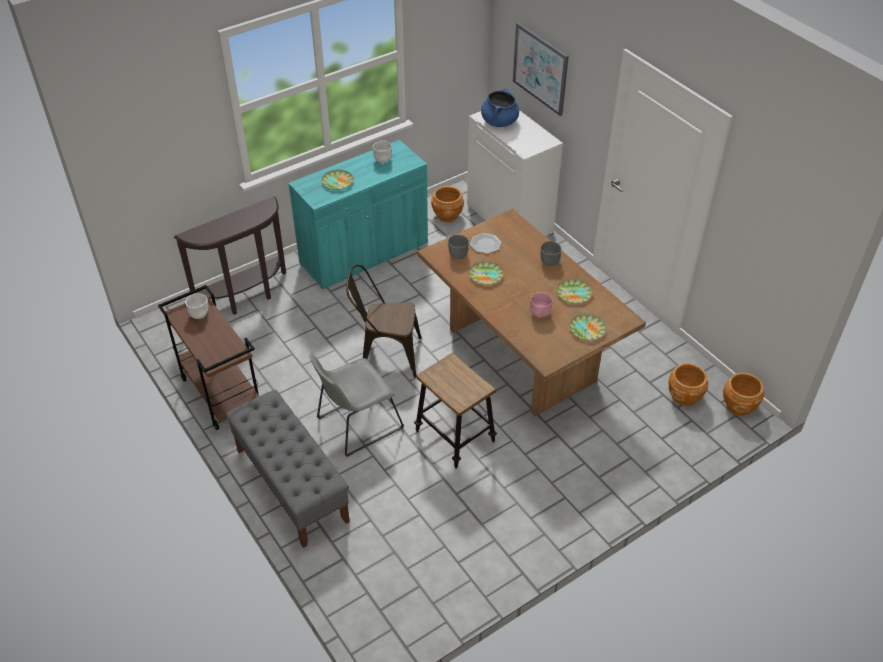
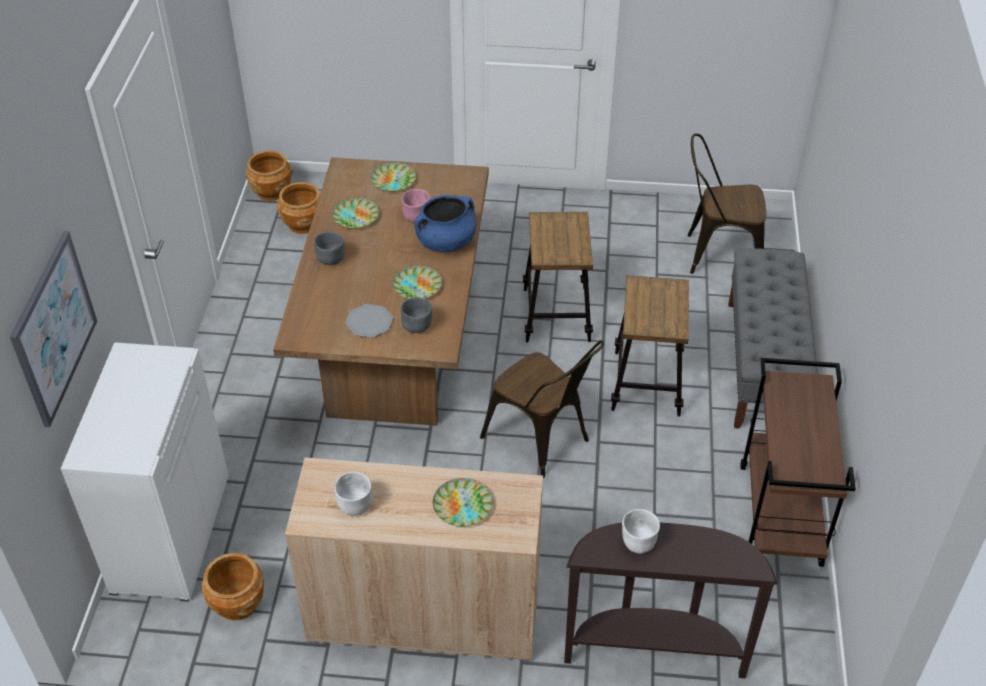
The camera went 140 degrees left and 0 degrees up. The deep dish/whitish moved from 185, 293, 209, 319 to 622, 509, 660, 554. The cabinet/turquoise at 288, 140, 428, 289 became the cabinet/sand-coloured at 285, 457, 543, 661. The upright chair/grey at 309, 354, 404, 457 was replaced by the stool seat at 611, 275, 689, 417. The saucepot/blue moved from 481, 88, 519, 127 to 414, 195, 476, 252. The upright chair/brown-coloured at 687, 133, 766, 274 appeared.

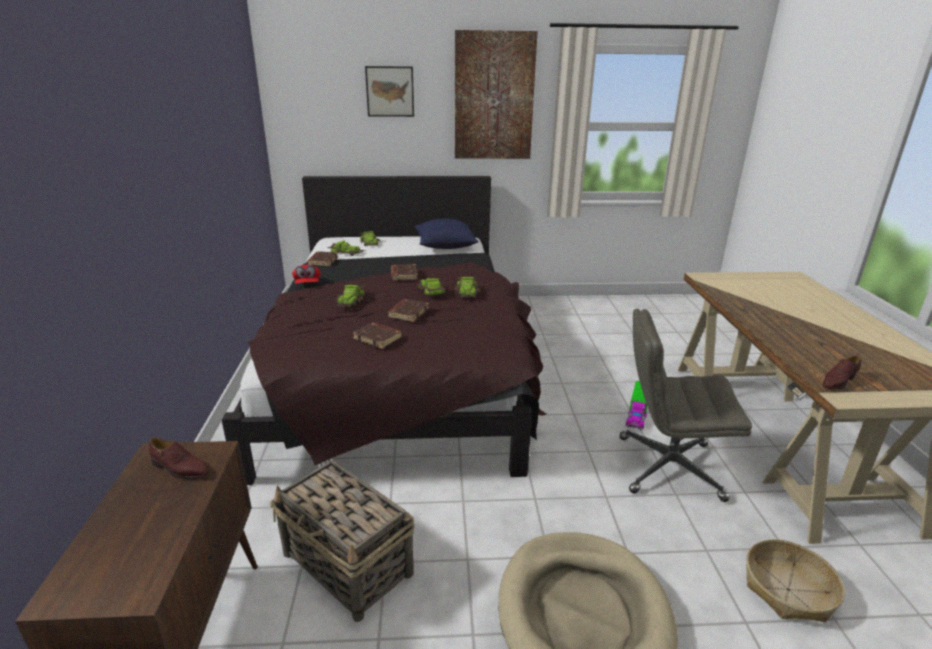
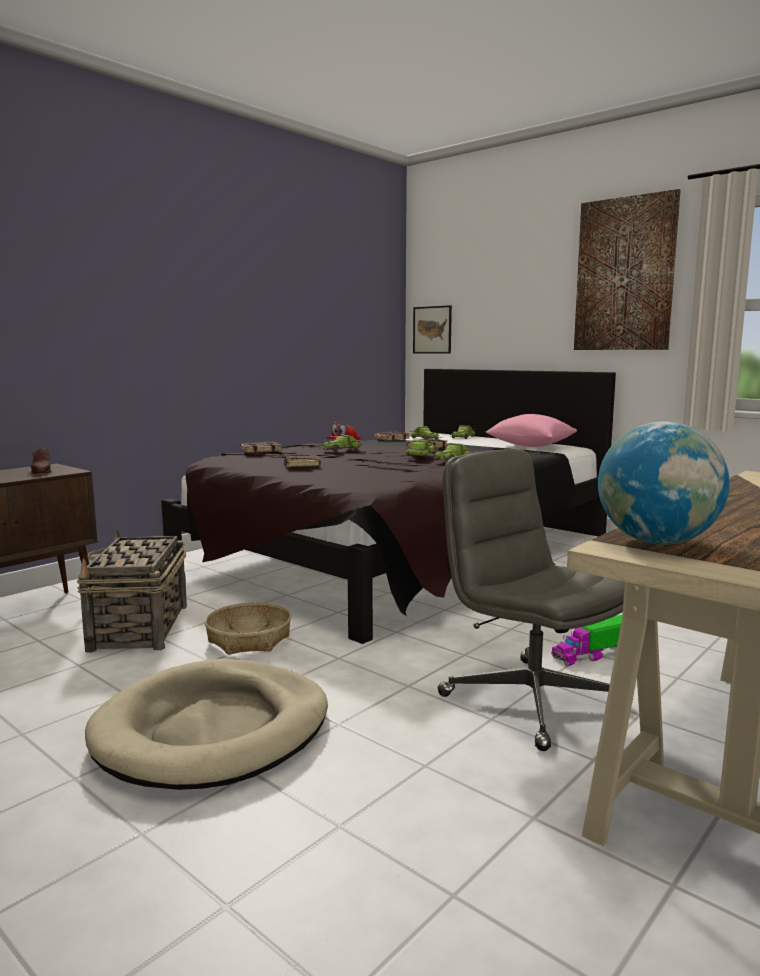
The camera went 45 degrees right and 15 degrees down. The wall picture moved from 365, 66, 414, 117 to 413, 305, 452, 354. The volume/brown-coloured moved from 387, 299, 429, 322 to 241, 442, 282, 453. The pillow/blue at 414, 219, 479, 249 became the pillow/pink-coloured at 485, 414, 577, 447. The storage basket moved from 746, 539, 845, 622 to 205, 602, 291, 655. The low shoe/brown-coloured at 823, 355, 861, 390 was replaced by the world globe at 598, 422, 730, 545.

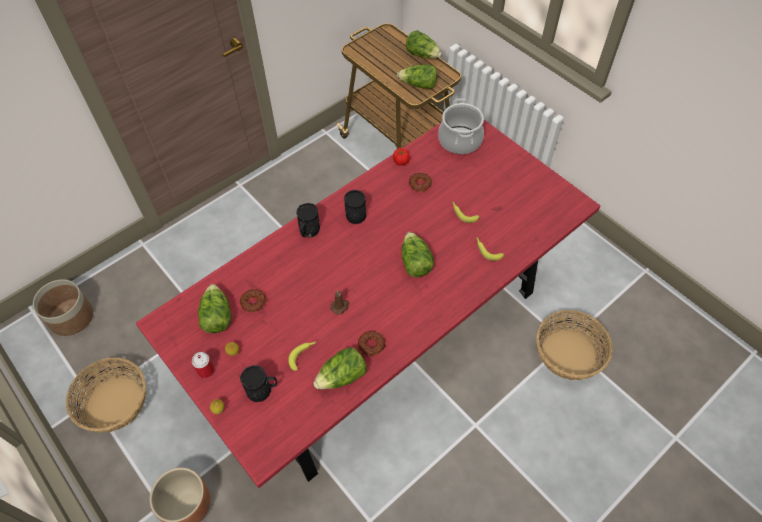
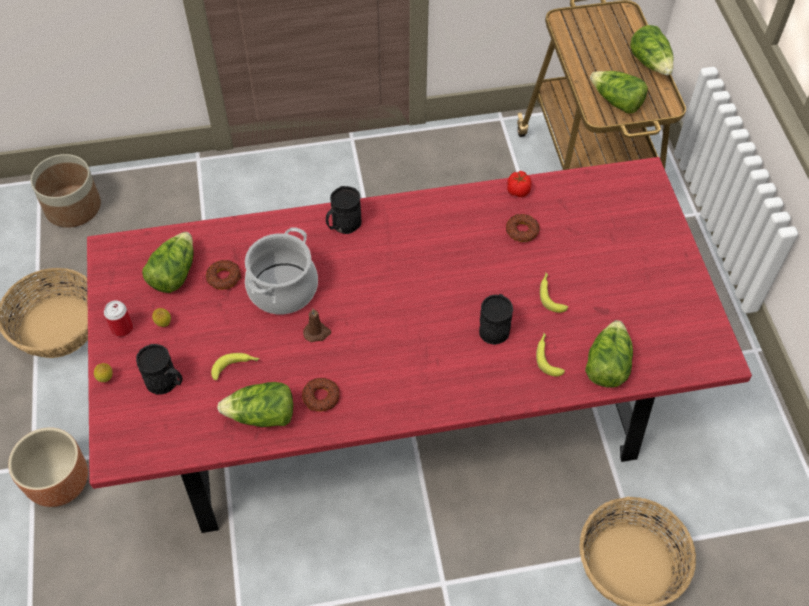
The camera went 30 degrees right and 0 degrees up. The tea mug/blackish moved from 344, 190, 366, 224 to 479, 294, 513, 345. The lettuce head moved from 402, 232, 434, 277 to 585, 320, 633, 388. The saucepot moved from 438, 99, 484, 154 to 245, 227, 318, 314.

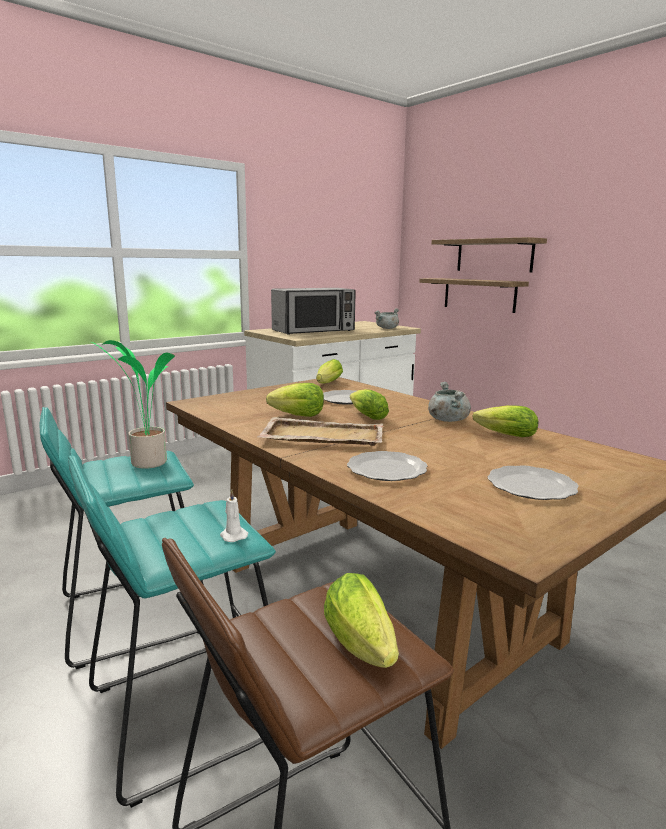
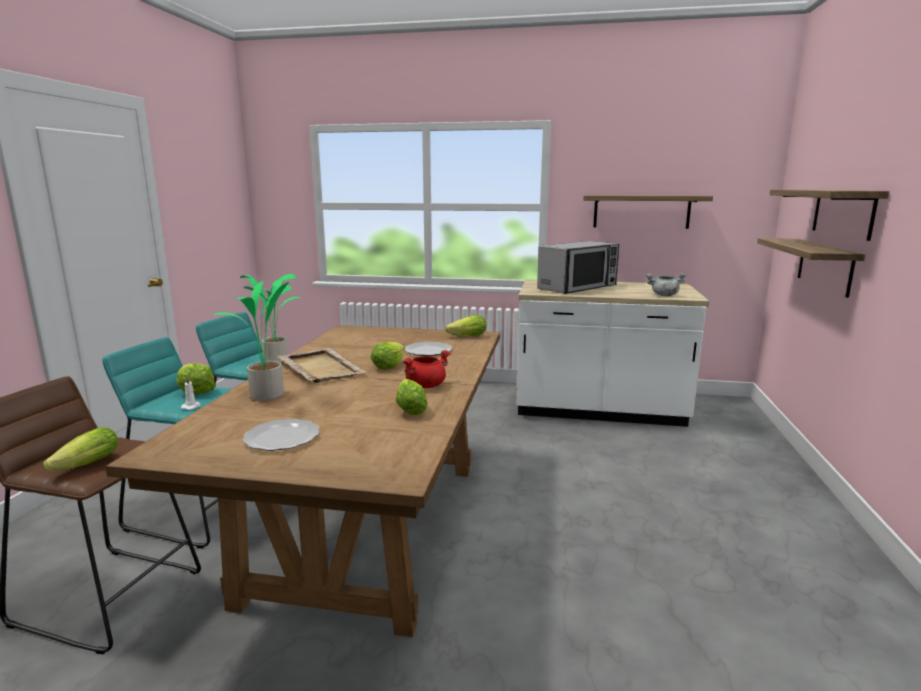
The camera went 50 degrees right and 0 degrees up. The lettuce head moved from 266, 383, 324, 417 to 177, 364, 216, 395. The microwave at 271, 288, 356, 335 turned 60 degrees counterclockwise. The plate at 347, 451, 428, 481 was replaced by the plant in a pot at 214, 274, 296, 401. The saucepot/grey at 428, 382, 471, 422 became the saucepot/red-coloured at 402, 350, 450, 388. The bracket shelf at 583, 195, 713, 229 appeared.

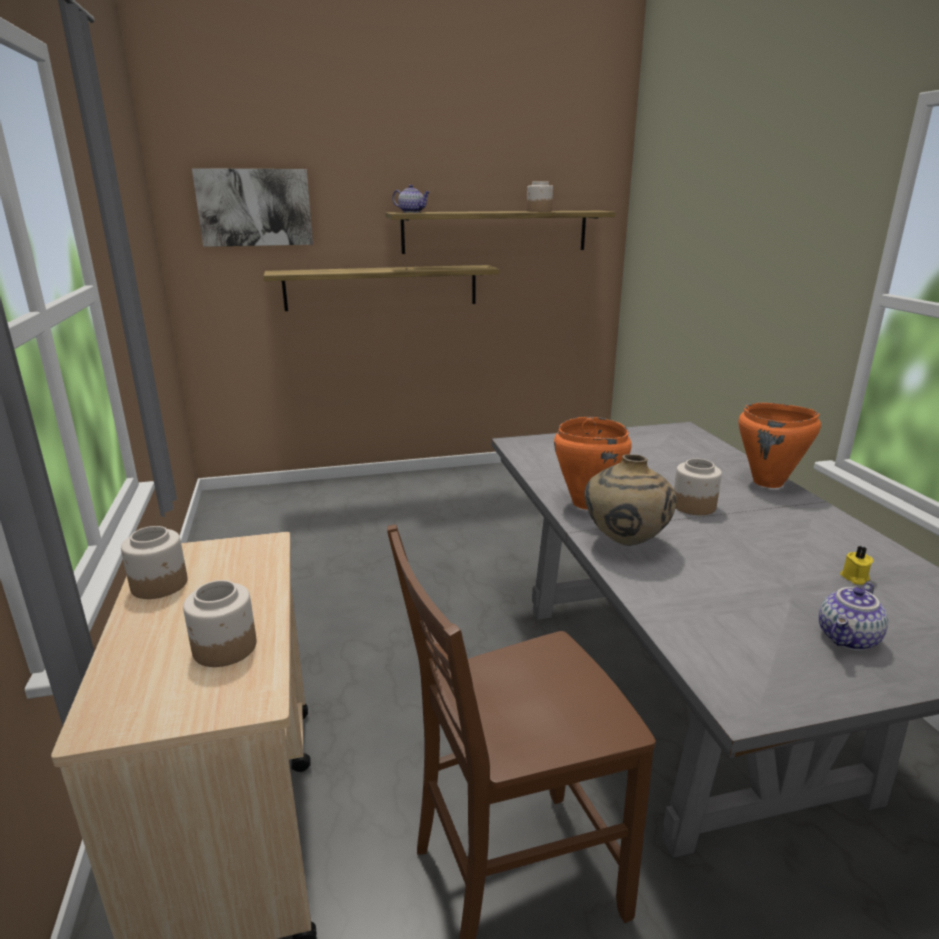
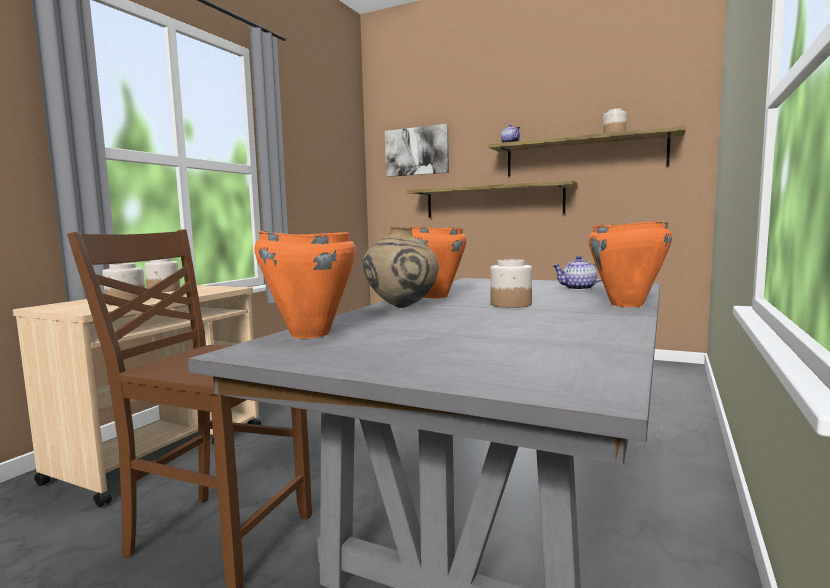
The camera went 40 degrees right and 15 degrees down. The pot for tea moved from 819, 582, 888, 651 to 552, 256, 602, 290. The wax candle/yellow at 840, 546, 874, 585 disappeared. The saucepot/orange at 254, 231, 356, 339 appeared.

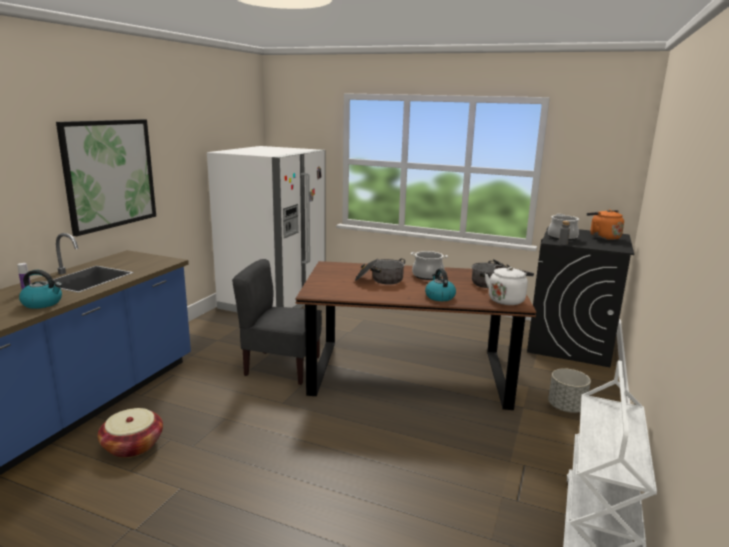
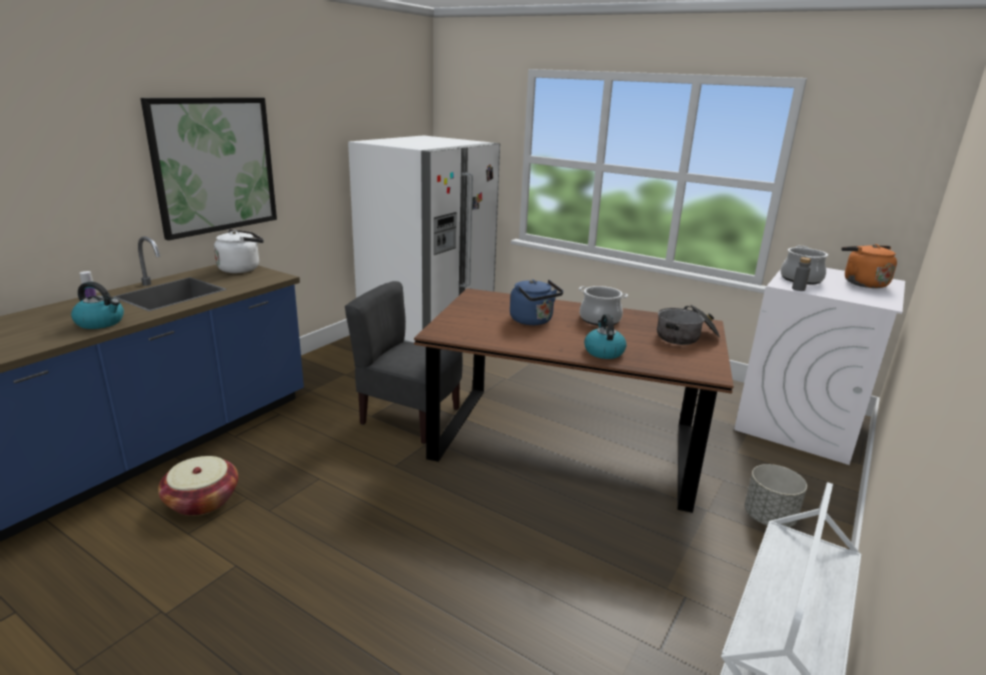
The camera went 10 degrees right and 5 degrees up. The saucepot at 355, 259, 405, 285 was replaced by the kettle/blue at 510, 279, 563, 325. The kettle/whitish moved from 485, 266, 534, 305 to 214, 229, 264, 273. The washing machine/blackish at 527, 226, 634, 367 became the washing machine/whitish at 734, 268, 905, 465.

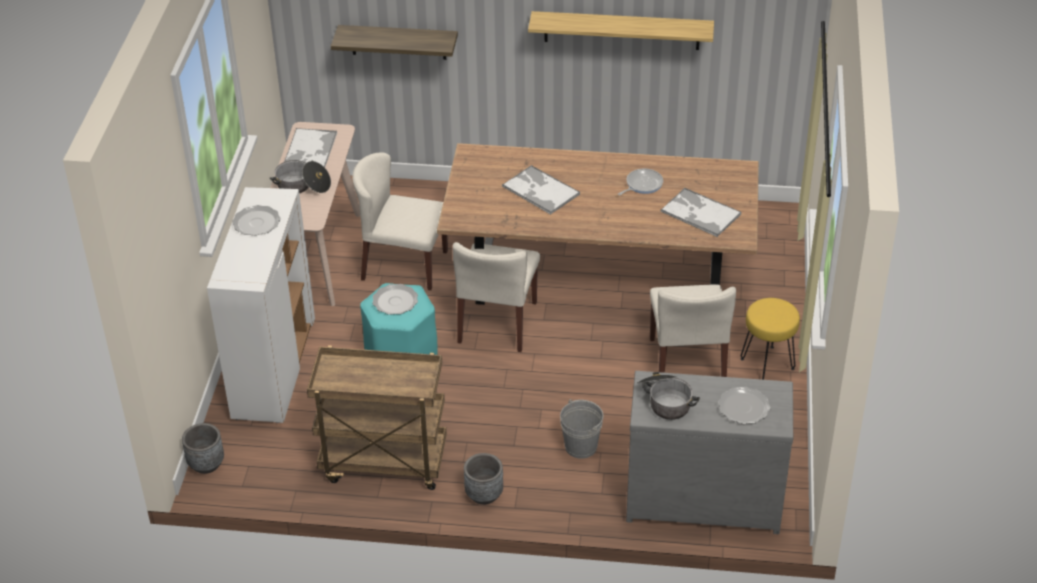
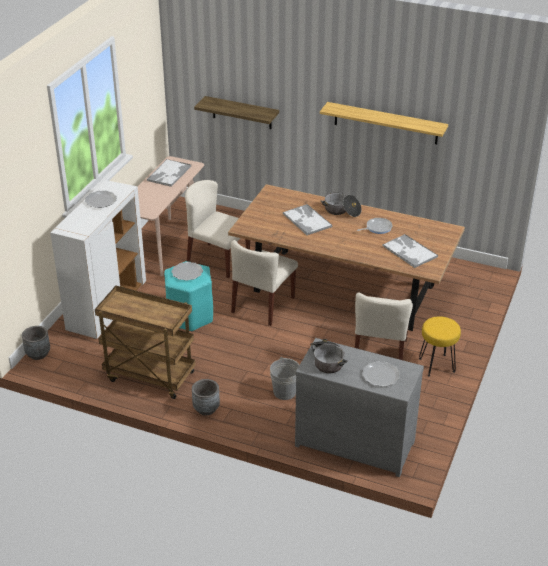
The camera went 15 degrees right and 5 degrees down. The saucepot moved from 270, 160, 331, 193 to 321, 192, 362, 217.

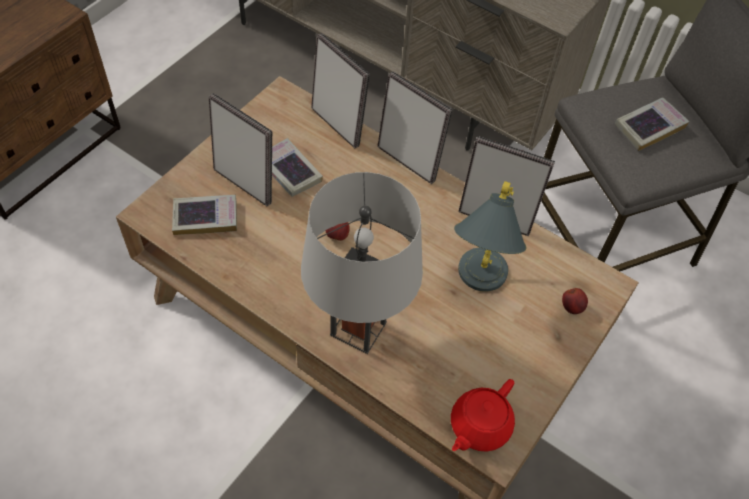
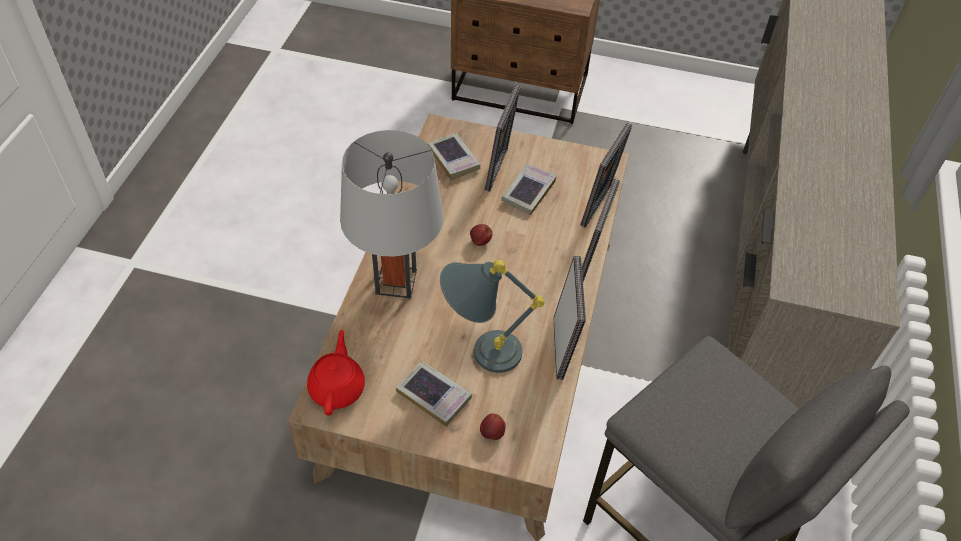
The camera went 70 degrees right and 5 degrees down. The pot for tea/red-coloured at 451, 379, 515, 451 turned 75 degrees clockwise. The volume moved from 615, 97, 690, 151 to 396, 361, 472, 427.

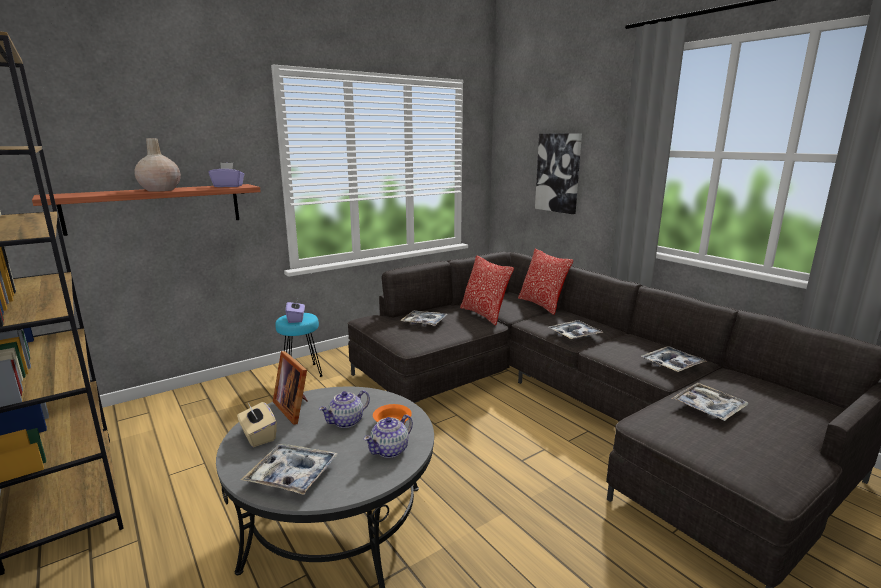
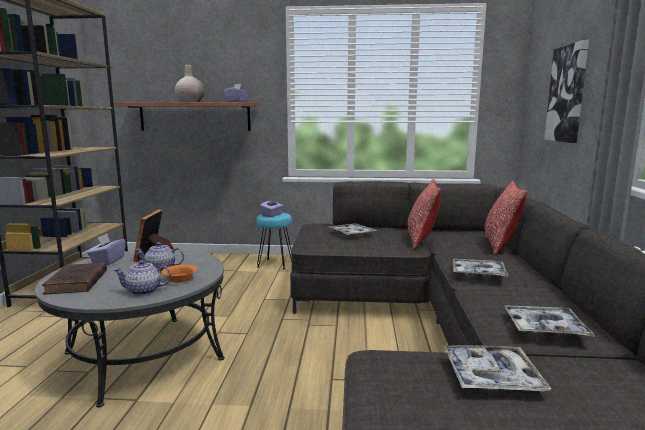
The camera went 40 degrees right and 5 degrees down. The tissue box/sand-coloured at 237, 402, 277, 447 became the tissue box/purplish at 87, 234, 126, 265. The serving tray at 241, 443, 338, 495 was replaced by the volume/brown-coloured at 42, 263, 107, 294.

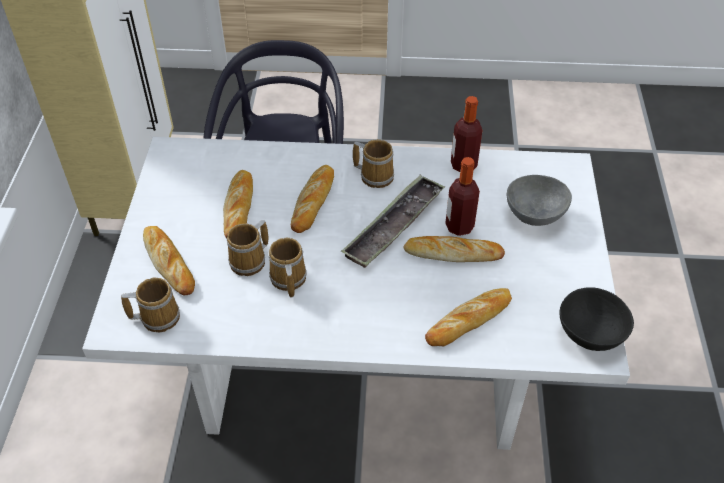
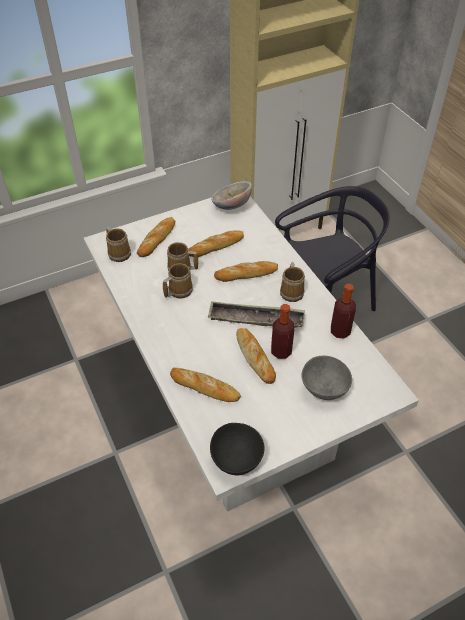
The camera went 60 degrees right and 0 degrees up. The deep dish at 211, 181, 252, 210 appeared.

